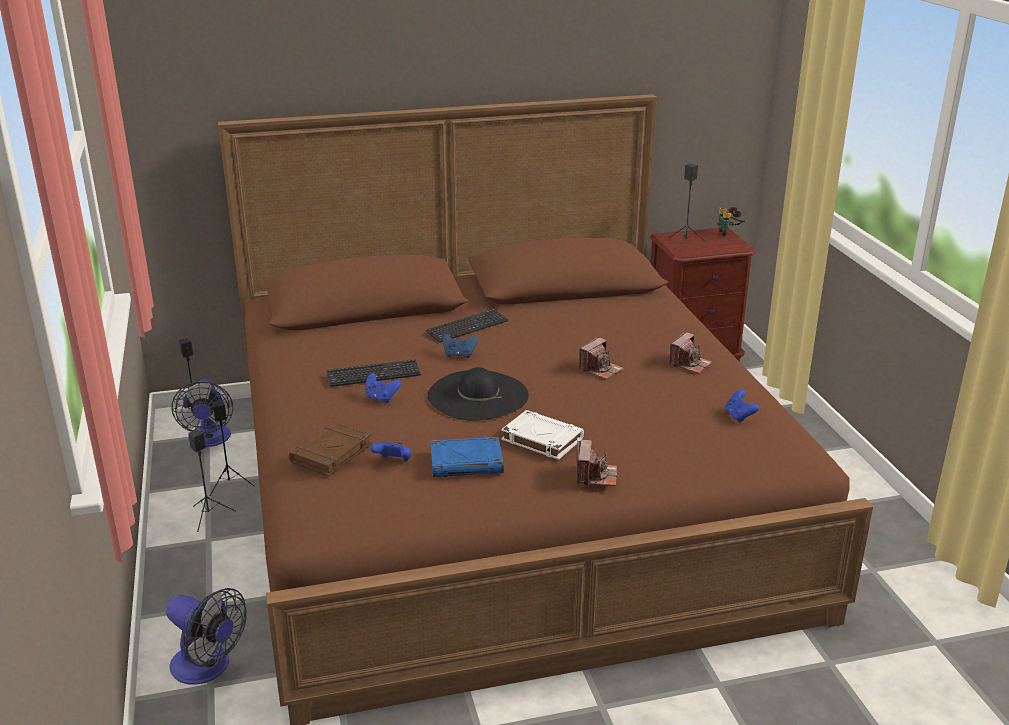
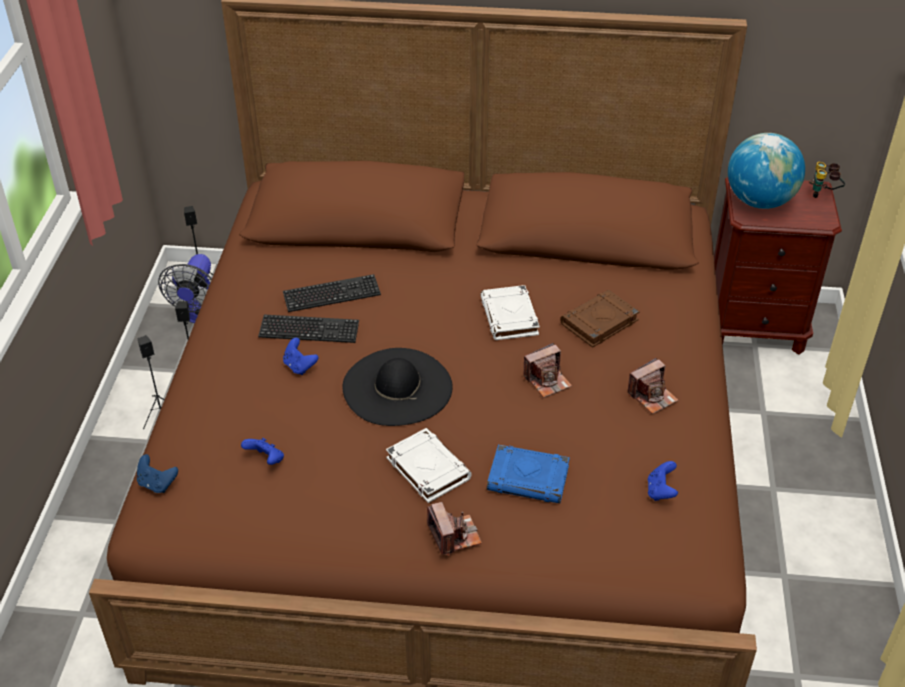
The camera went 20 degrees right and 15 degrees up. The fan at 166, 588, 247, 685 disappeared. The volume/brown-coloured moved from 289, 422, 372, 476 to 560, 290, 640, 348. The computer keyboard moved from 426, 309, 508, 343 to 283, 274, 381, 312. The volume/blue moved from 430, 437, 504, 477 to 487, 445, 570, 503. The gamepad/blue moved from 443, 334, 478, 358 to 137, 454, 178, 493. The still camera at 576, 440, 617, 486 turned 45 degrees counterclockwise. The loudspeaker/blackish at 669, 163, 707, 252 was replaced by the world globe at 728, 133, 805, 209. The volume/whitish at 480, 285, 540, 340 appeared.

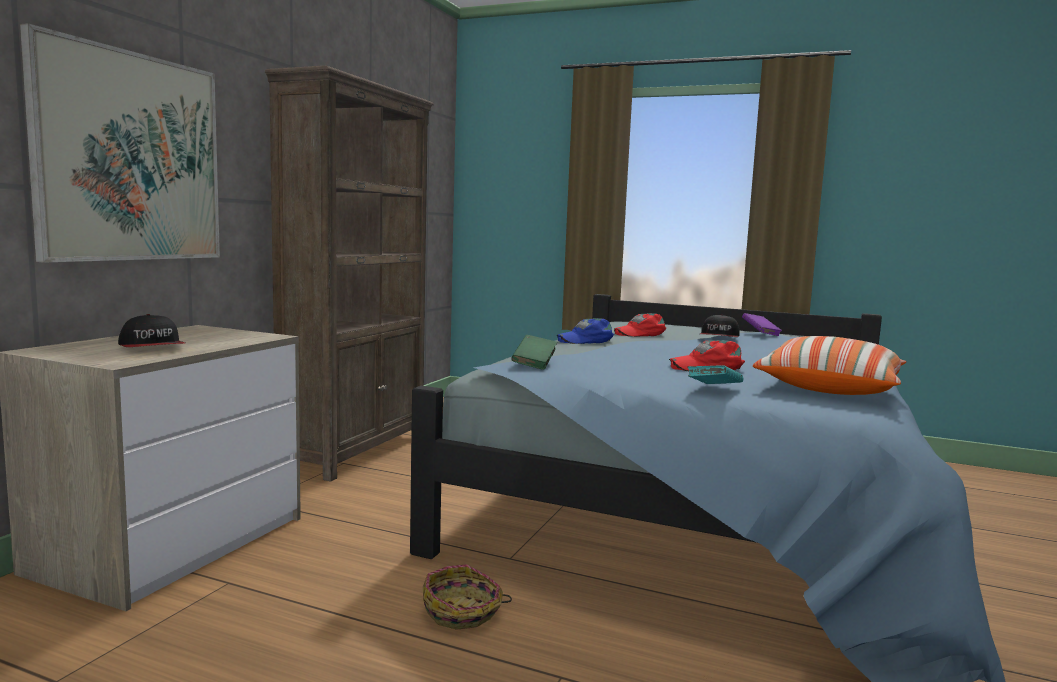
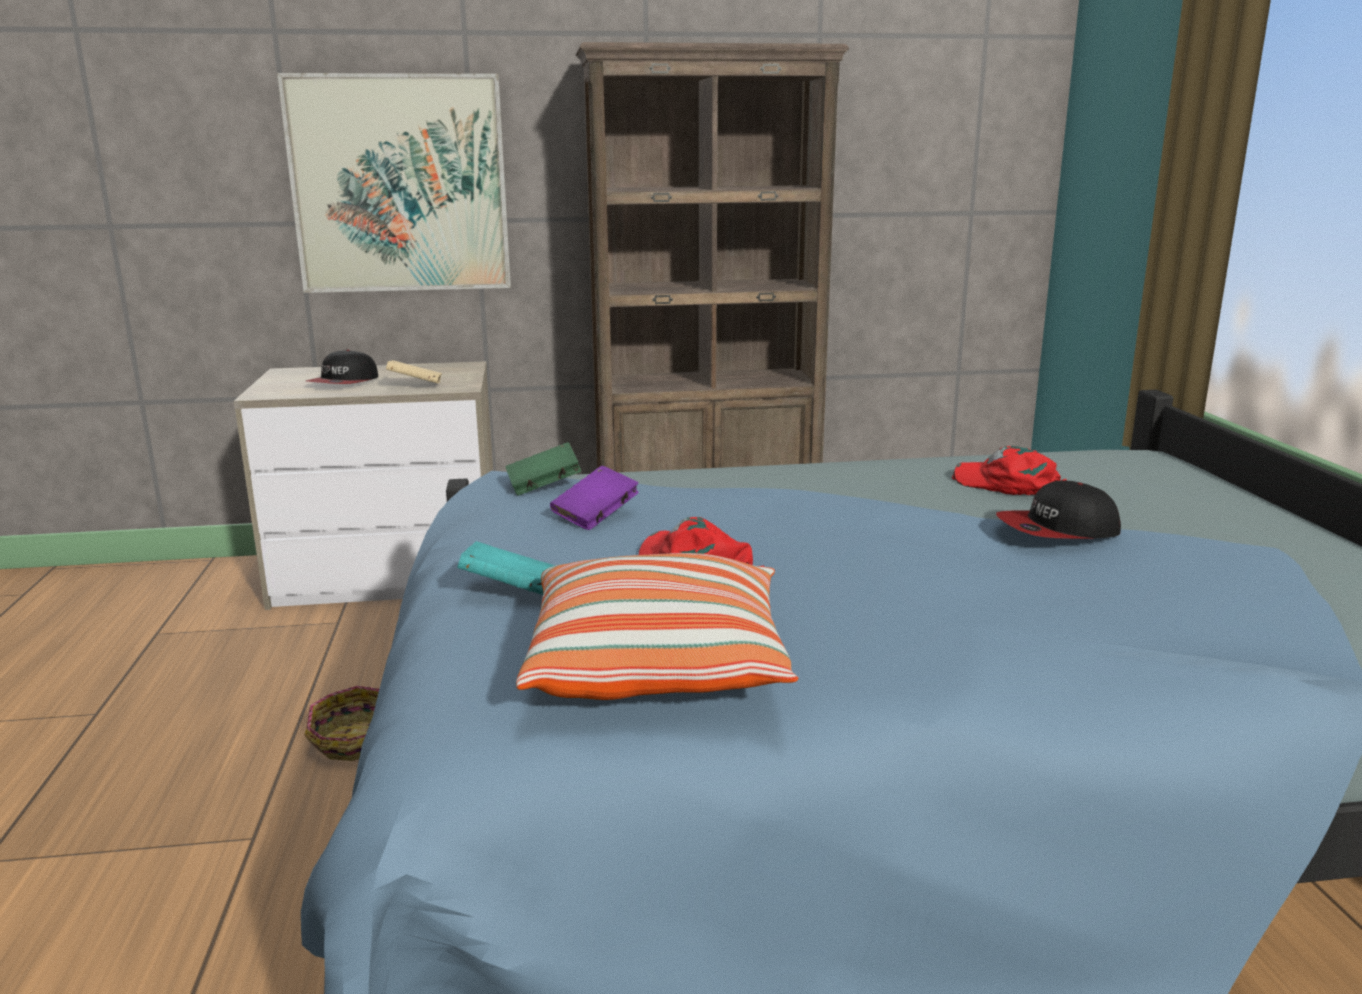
The camera went 60 degrees right and 10 degrees up. The cap/blue at 557, 318, 614, 344 disappeared. The volume/purplish moved from 742, 313, 782, 336 to 550, 466, 639, 530. The volume/sand-coloured at 386, 360, 442, 384 appeared.

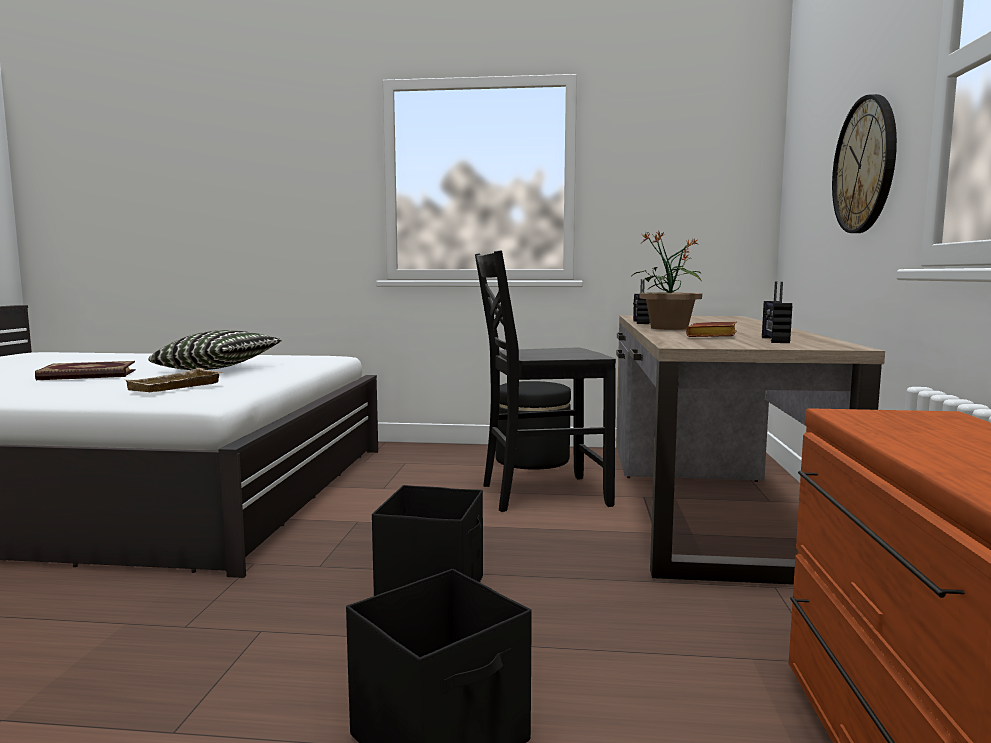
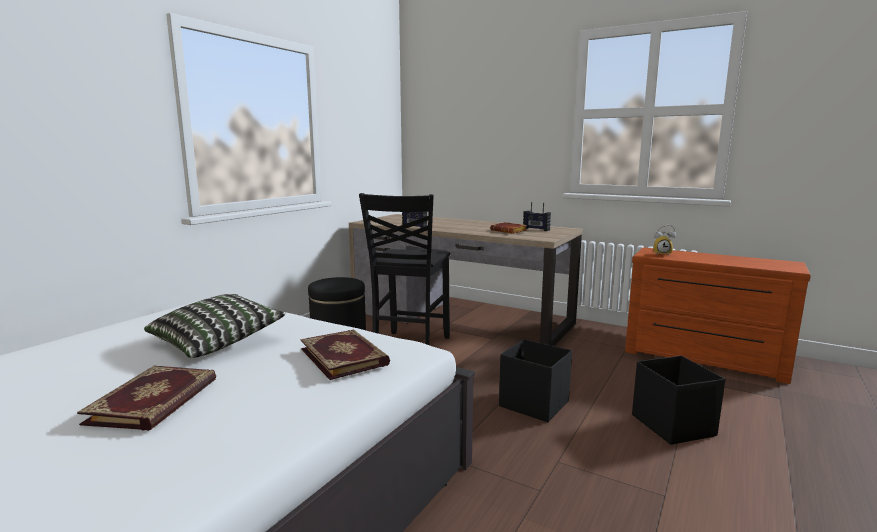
The camera went 65 degrees left and 5 degrees up. The serving tray/sand-coloured at 126, 368, 223, 392 was replaced by the volume at 301, 329, 390, 380. The plant in a pot at 630, 231, 702, 330 disappeared. The wall clock at 832, 94, 897, 233 disappeared. The alarm clock at 653, 225, 676, 256 appeared.

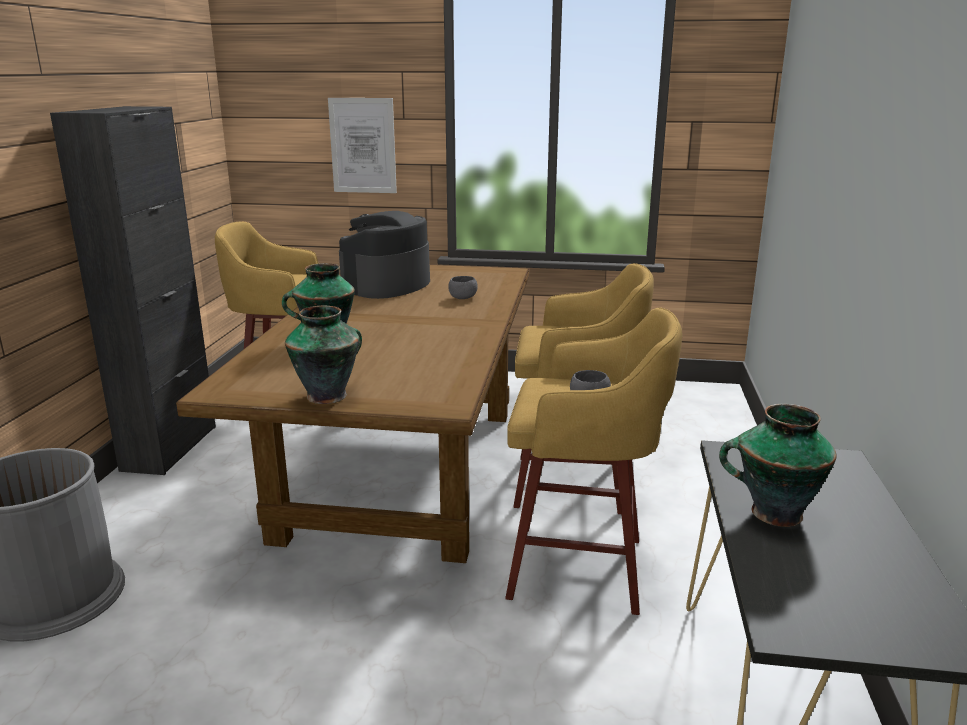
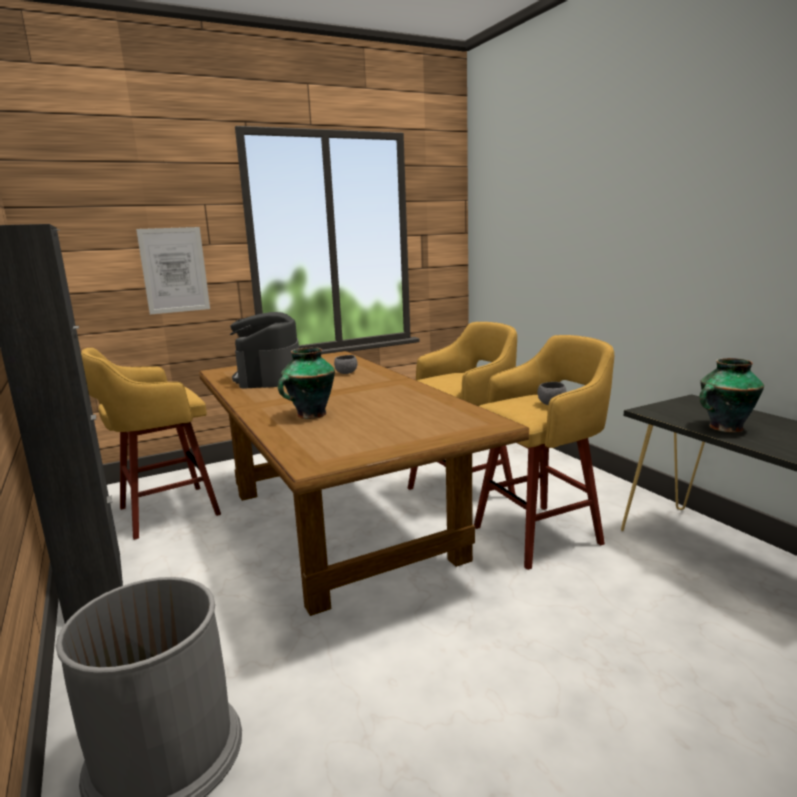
The camera went 35 degrees left and 5 degrees down. The flower vase at 285, 306, 362, 404 disappeared.

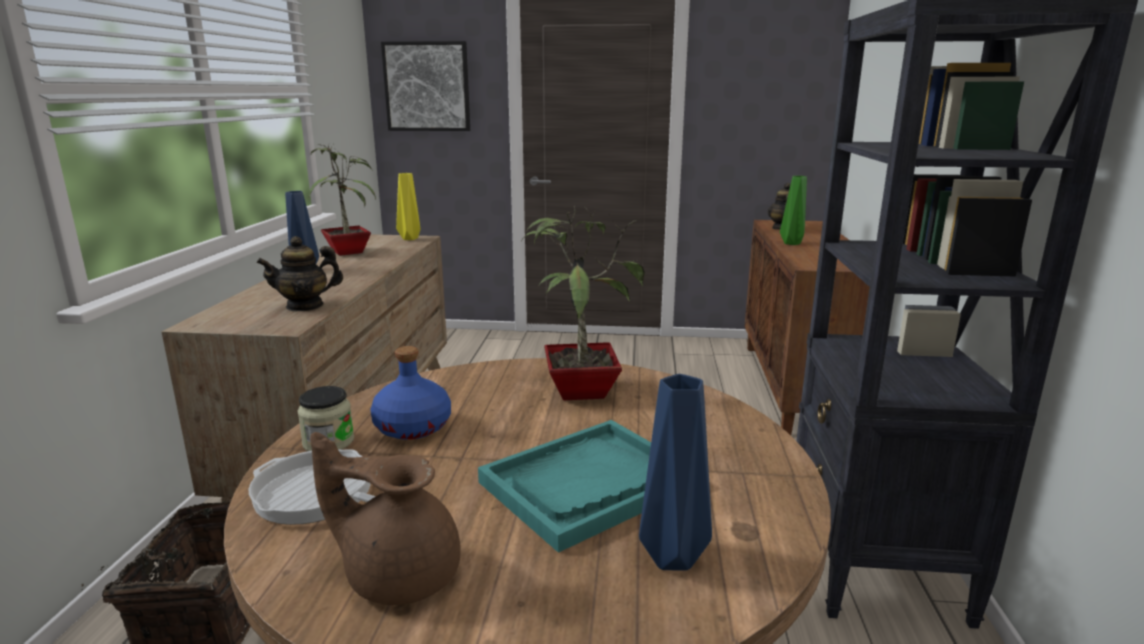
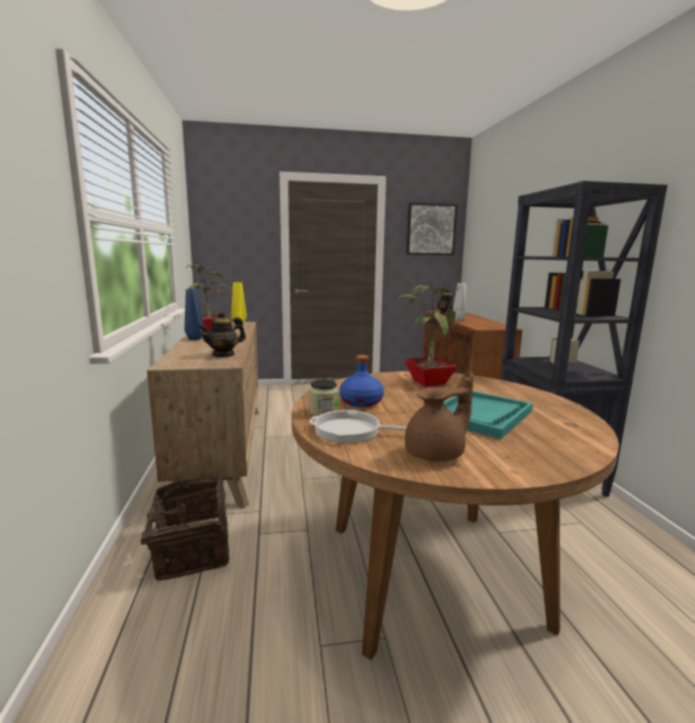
The camera went 15 degrees left and 5 degrees down. The pot for tea/brown-coloured at 310, 432, 461, 605 turned 150 degrees clockwise. The wall picture moved from 381, 41, 470, 131 to 406, 203, 458, 255. The flower vase/blue at 639, 374, 712, 570 disappeared. The flower vase/green at 780, 176, 807, 245 became the flower vase/grey at 453, 283, 466, 321.

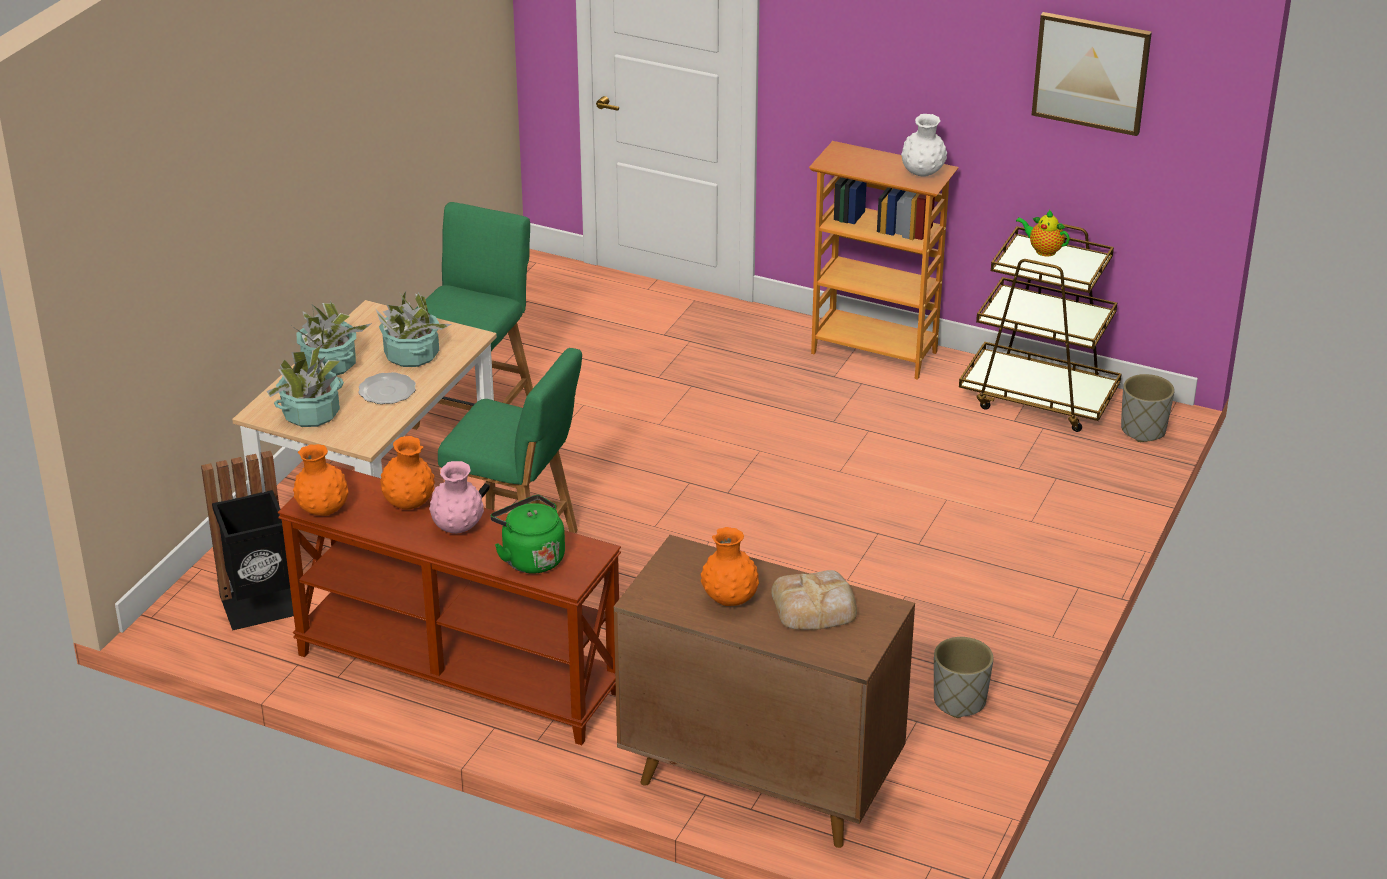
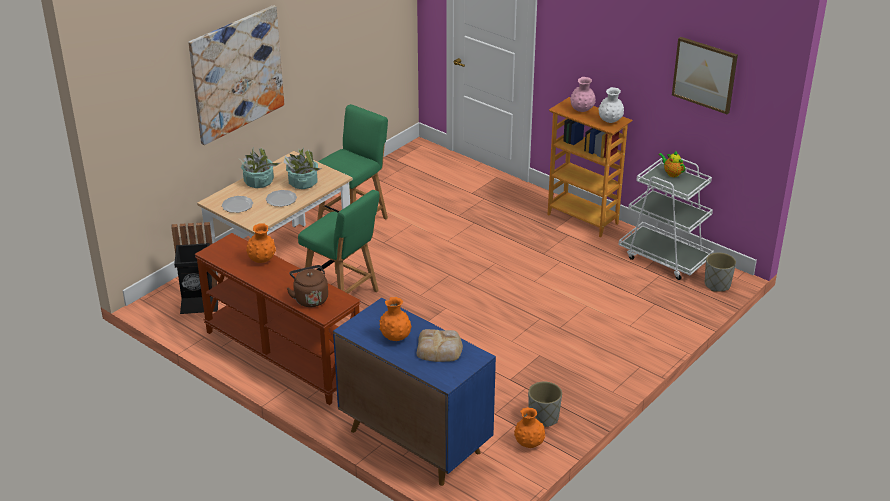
The camera went 15 degrees right and 0 degrees up. The plant in a pot at 267, 345, 344, 427 was replaced by the plate at 222, 196, 253, 213. The flower vase/orange moved from 293, 444, 348, 516 to 514, 407, 545, 448. The flower vase/pink-coloured moved from 429, 461, 484, 534 to 570, 77, 596, 112. The kettle/green at 490, 495, 565, 574 became the kettle/brown-coloured at 287, 265, 328, 307. The cabinet/brown-coloured at 614, 535, 915, 848 became the cabinet/blue at 333, 298, 496, 486. The wheeled cart/brown-coloured at 959, 224, 1122, 432 became the wheeled cart/whitish at 619, 158, 714, 280. The wall picture at 188, 5, 284, 145 appeared.

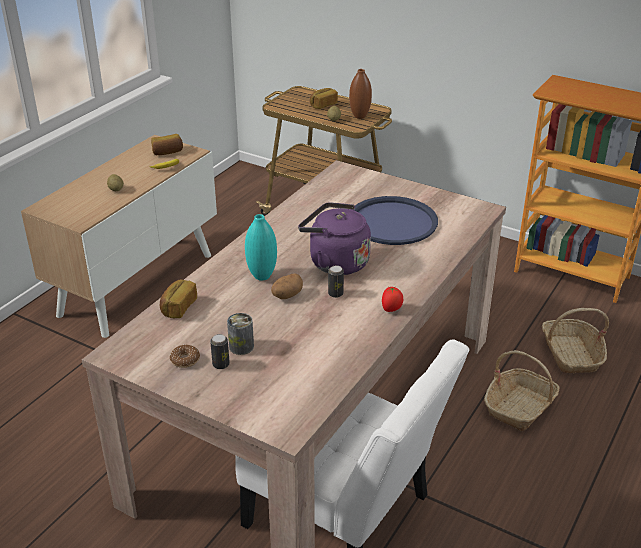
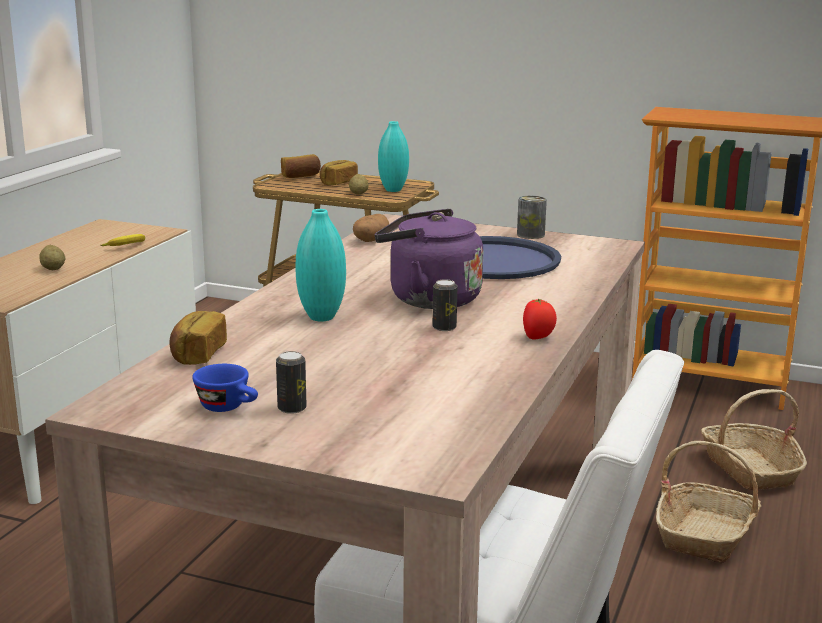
The camera went 10 degrees left and 15 degrees down. The bakery bread moved from 151, 134, 183, 155 to 281, 154, 321, 178. The ring doughnut at 170, 345, 200, 368 was replaced by the small cup/blue at 192, 364, 258, 412. The metal can moved from 227, 313, 254, 355 to 517, 196, 547, 239. The whole potato moved from 271, 273, 303, 299 to 353, 214, 389, 242. The flower vase/brown-coloured at 349, 69, 372, 119 became the flower vase/turquoise at 378, 121, 409, 192.

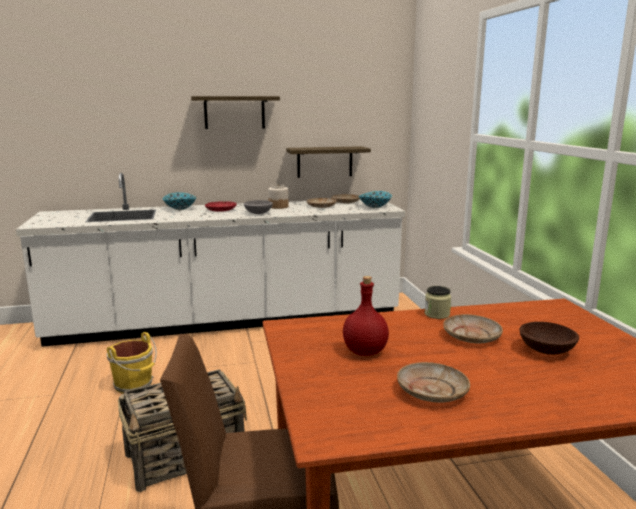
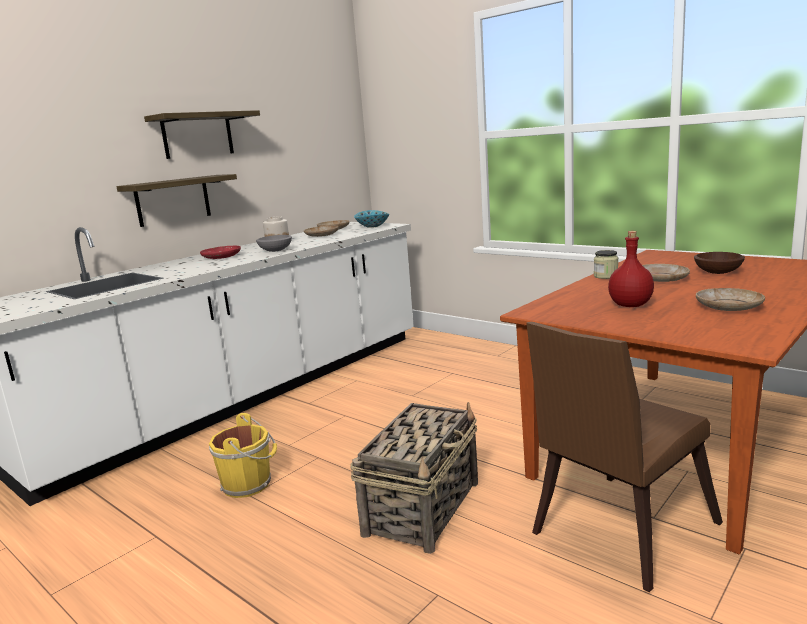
The camera went 35 degrees left and 0 degrees up. The deep dish at 163, 192, 196, 210 disappeared. The bracket shelf moved from 286, 146, 371, 178 to 116, 174, 237, 227.

